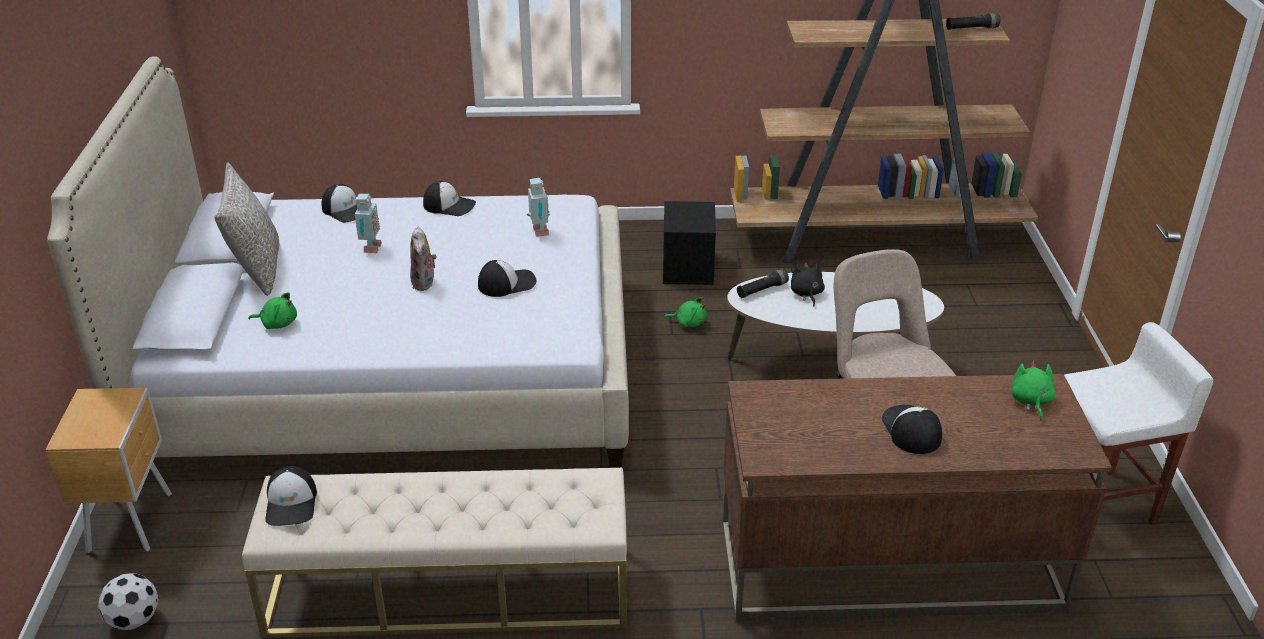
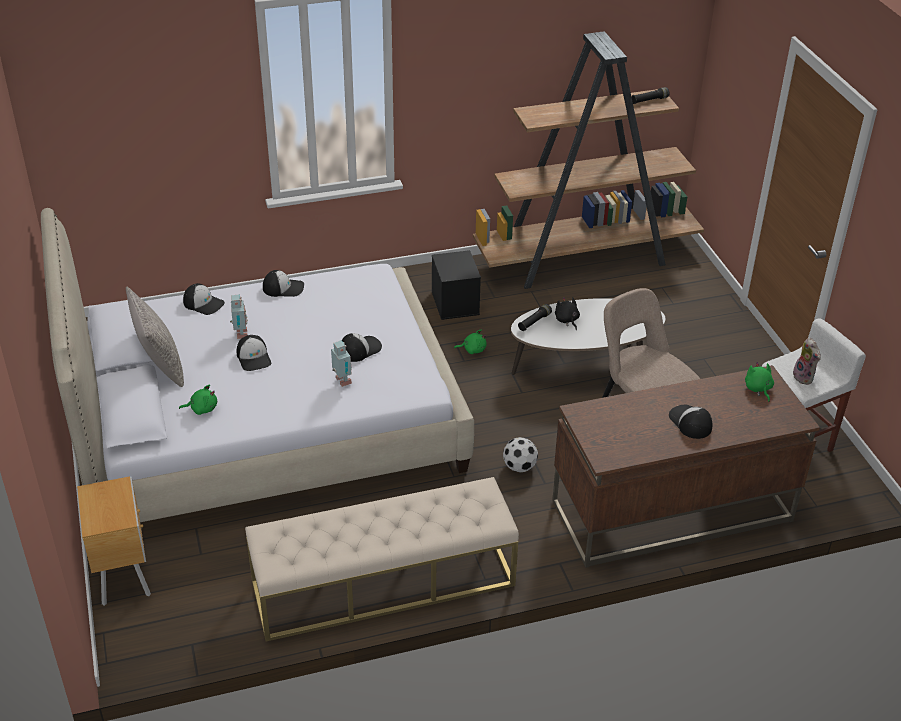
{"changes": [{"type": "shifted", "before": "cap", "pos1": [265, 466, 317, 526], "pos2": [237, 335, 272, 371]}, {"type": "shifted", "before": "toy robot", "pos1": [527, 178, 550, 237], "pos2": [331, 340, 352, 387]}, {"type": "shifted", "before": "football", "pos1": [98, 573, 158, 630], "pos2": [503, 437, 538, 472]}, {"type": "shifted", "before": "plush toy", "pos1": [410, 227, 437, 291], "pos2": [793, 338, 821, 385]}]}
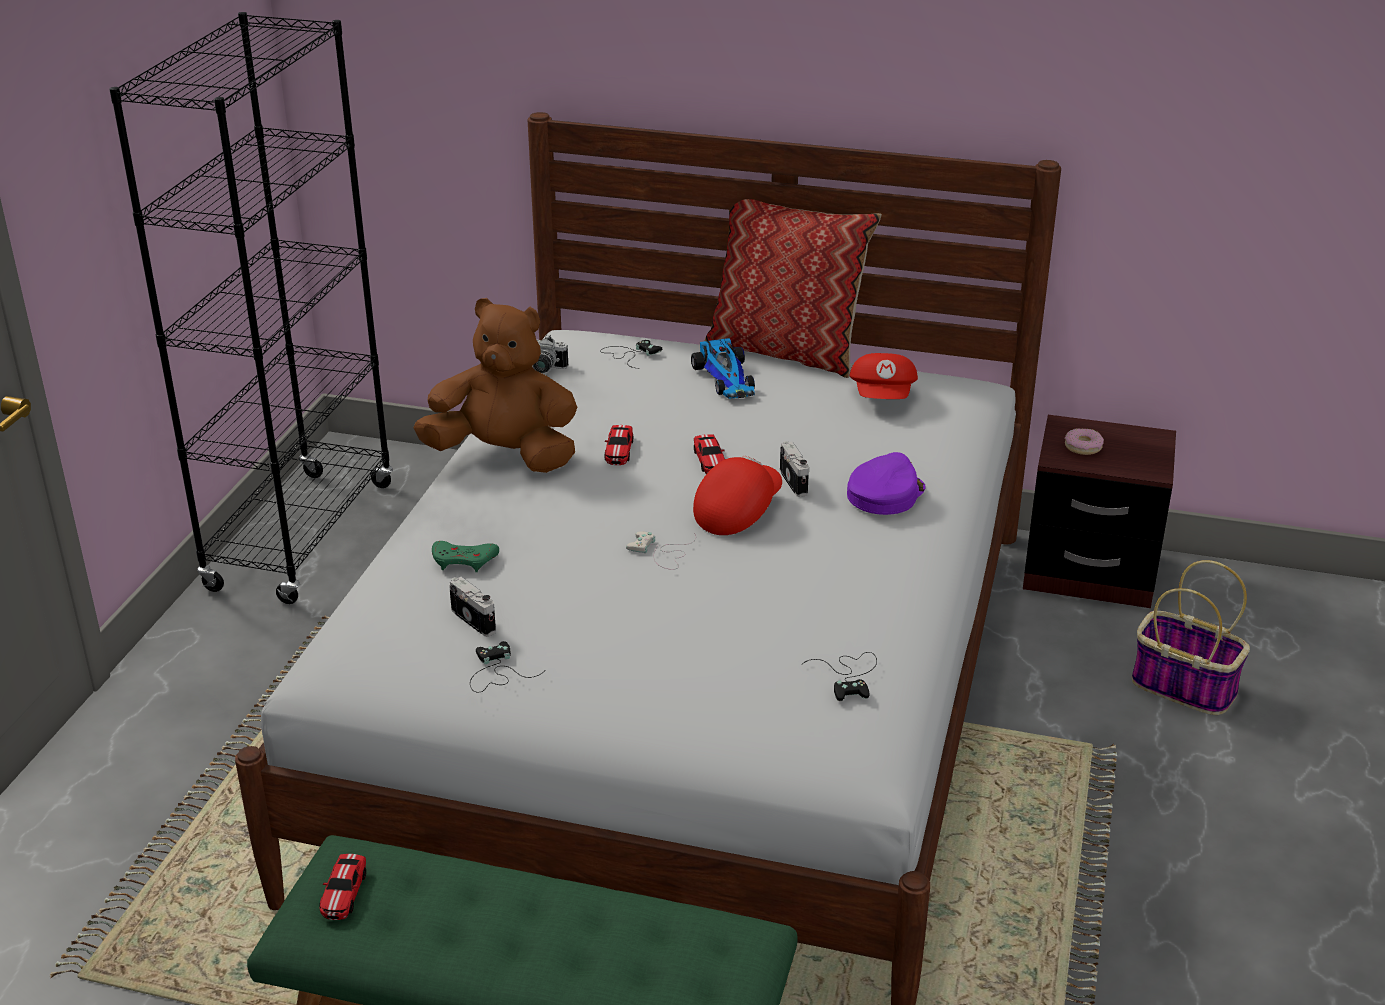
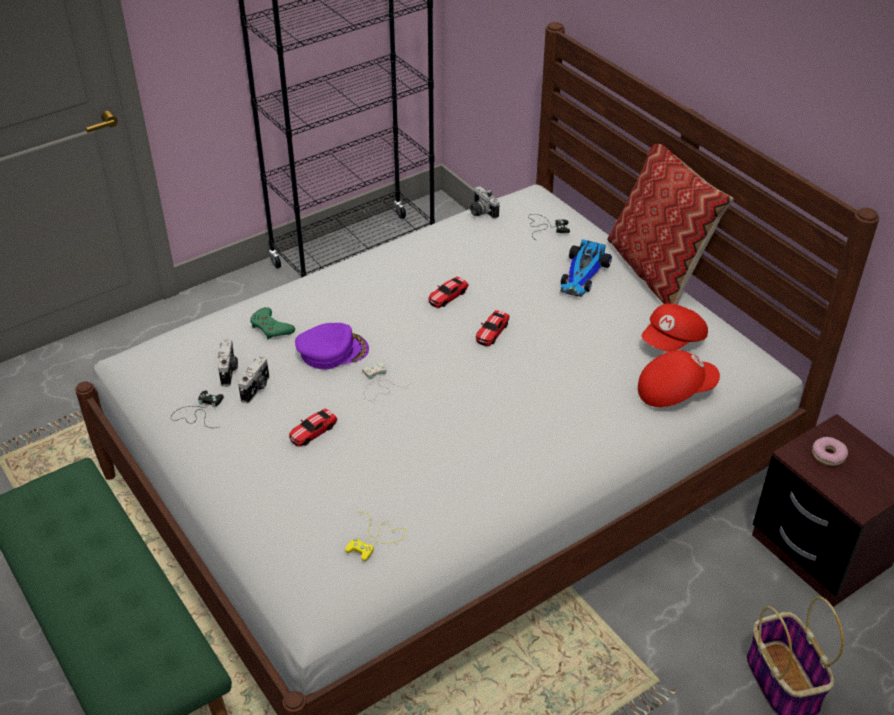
{"changes": [{"type": "shifted", "before": "photo camera", "pos1": [780, 441, 809, 497], "pos2": [238, 356, 269, 404]}, {"type": "shifted", "before": "toy car", "pos1": [319, 854, 366, 920], "pos2": [289, 409, 337, 447]}, {"type": "shifted", "before": "cap in purple", "pos1": [847, 452, 926, 515], "pos2": [295, 323, 369, 369]}, {"type": "repainted", "before": "game controller in black", "after": "game controller in yellow", "pos1": [801, 652, 877, 701], "pos2": [345, 512, 406, 561]}, {"type": "shifted", "before": "cap in red", "pos1": [693, 456, 782, 535], "pos2": [638, 350, 720, 407]}, {"type": "gone", "before": "plush toy in brown", "pos1": [413, 298, 577, 473]}]}
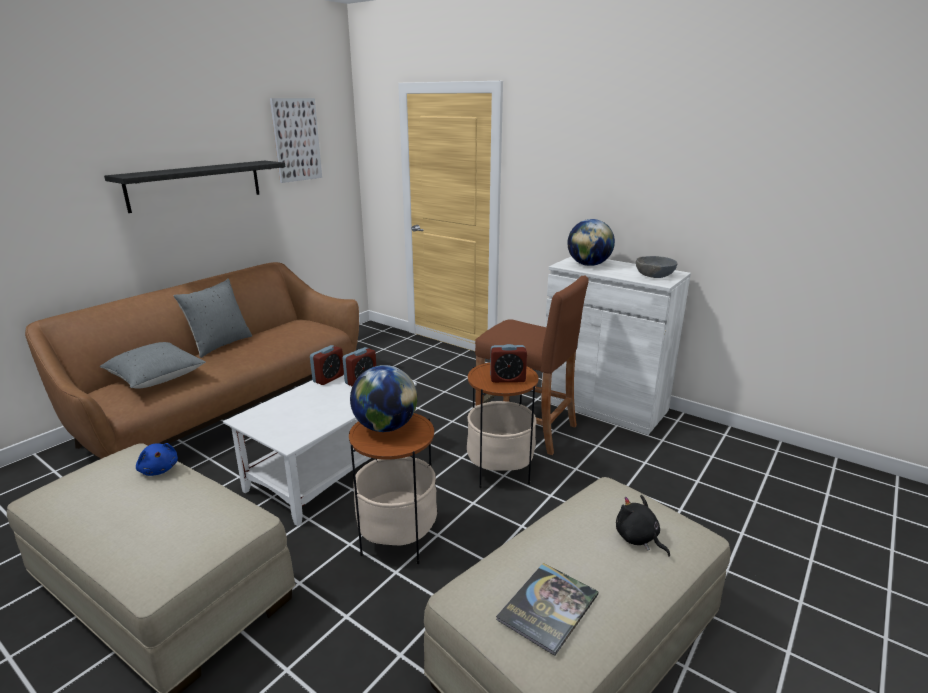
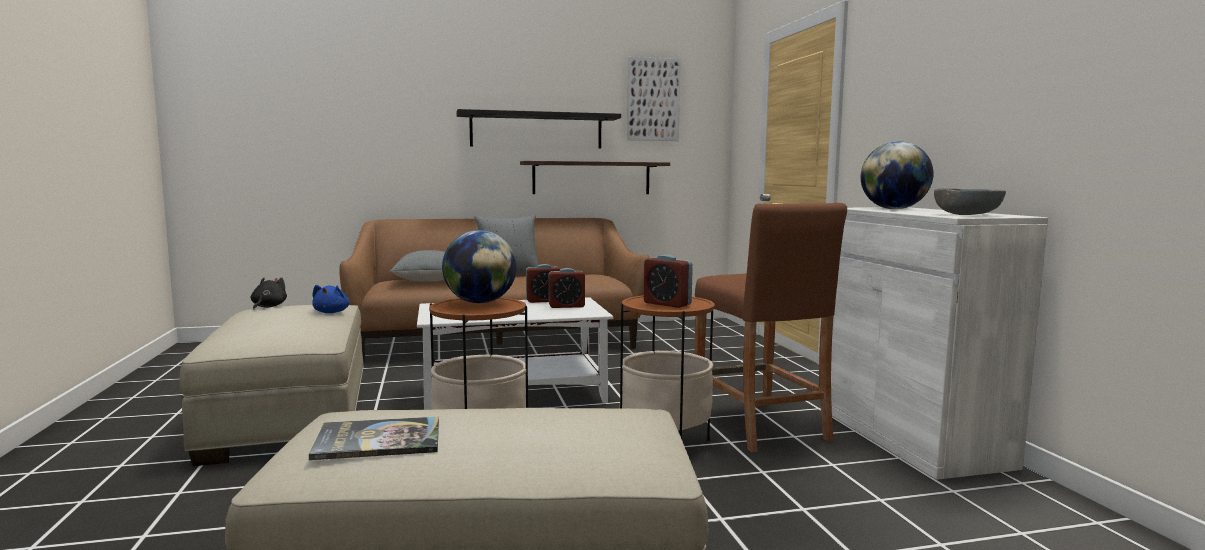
{"changes": [{"type": "shifted", "before": "plush toy in black", "pos1": [616, 495, 670, 557], "pos2": [251, 278, 287, 309]}, {"type": "new", "after": "shelf", "pos2": [520, 161, 670, 194]}]}
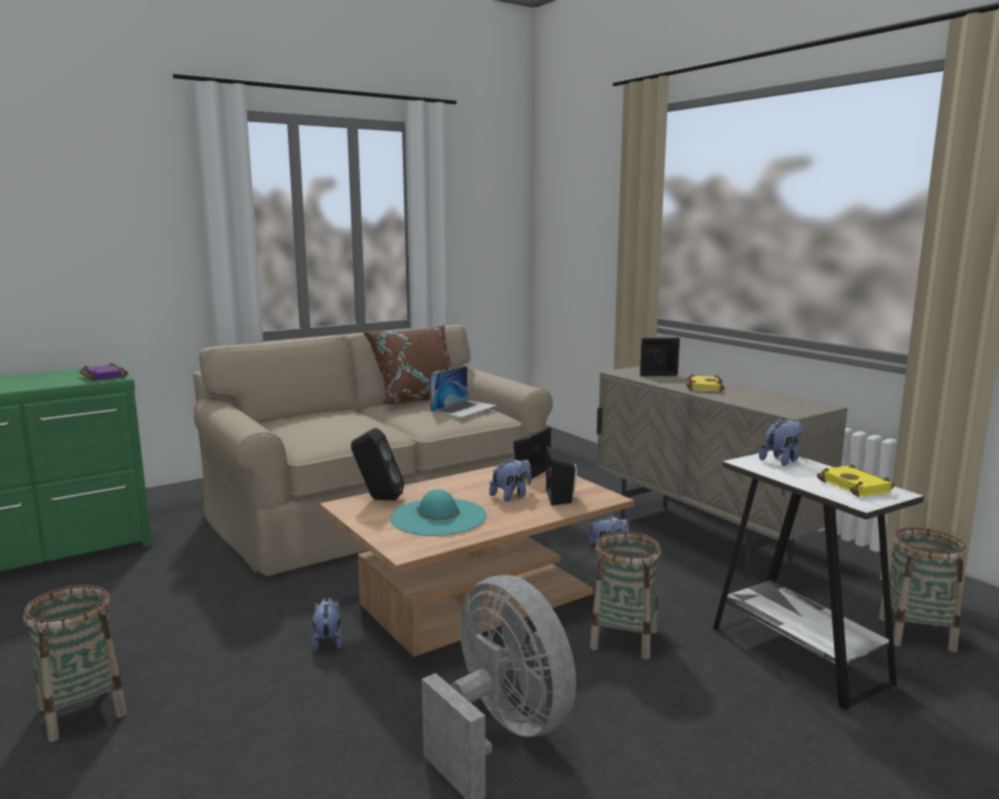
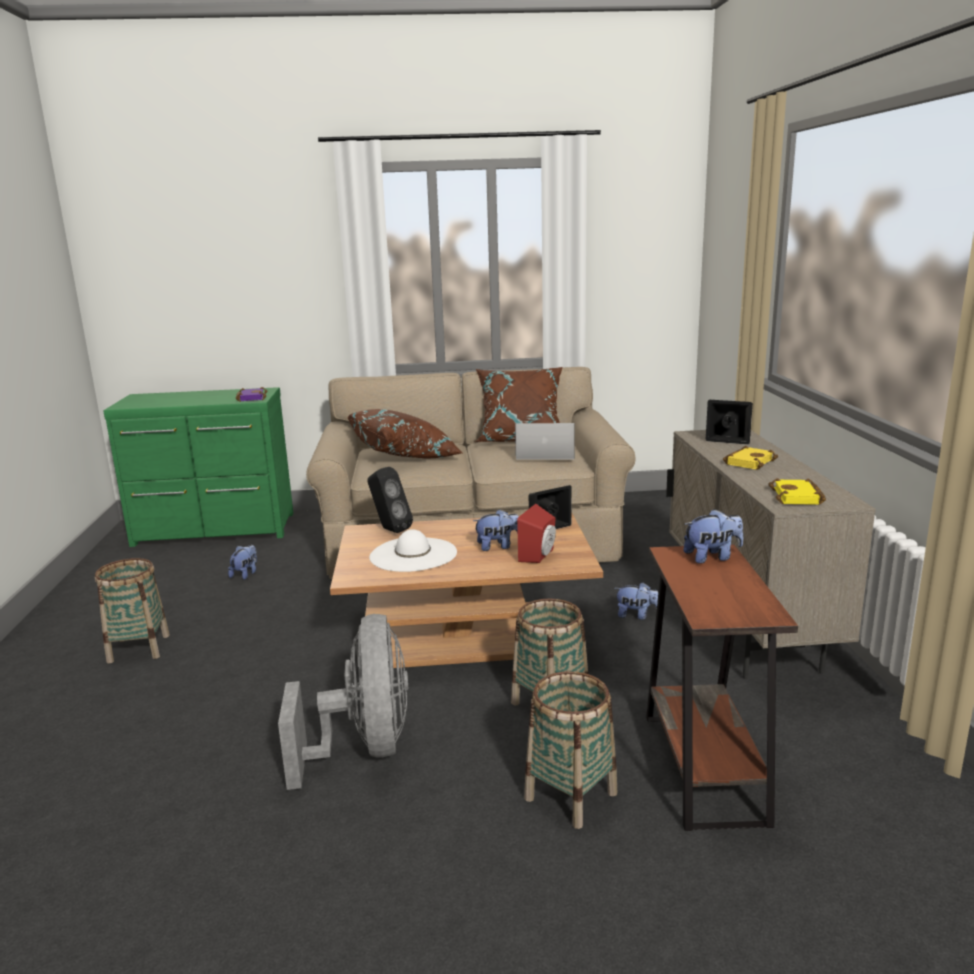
{"changes": [{"type": "shifted", "before": "plush toy", "pos1": [312, 597, 343, 652], "pos2": [228, 545, 257, 580]}, {"type": "new", "after": "pillow in brown", "pos2": [347, 409, 462, 458]}, {"type": "repainted", "before": "hat in turquoise", "after": "hat in white", "pos1": [390, 489, 487, 536], "pos2": [369, 529, 457, 572]}, {"type": "rotated", "before": "laptop", "pos1": [430, 366, 497, 418], "pos2": [515, 423, 575, 460], "turn": -150}, {"type": "repainted", "before": "speaker in black", "after": "speaker in red", "pos1": [546, 446, 577, 505], "pos2": [517, 504, 556, 563]}, {"type": "shifted", "before": "basket", "pos1": [879, 527, 966, 652], "pos2": [524, 671, 617, 829]}, {"type": "repainted", "before": "side table in white", "after": "side table in brown", "pos1": [713, 450, 924, 710], "pos2": [646, 544, 798, 831]}, {"type": "shifted", "before": "book in yellow", "pos1": [817, 464, 895, 497], "pos2": [768, 478, 826, 505]}]}
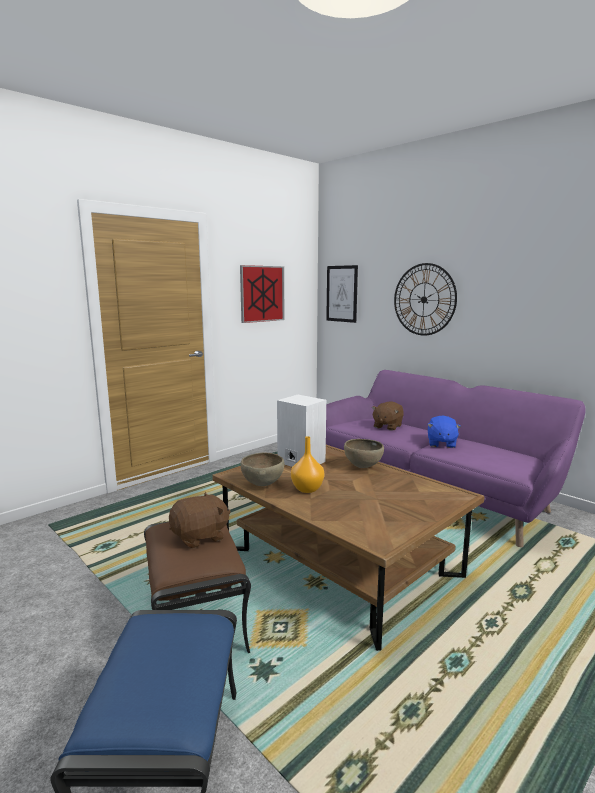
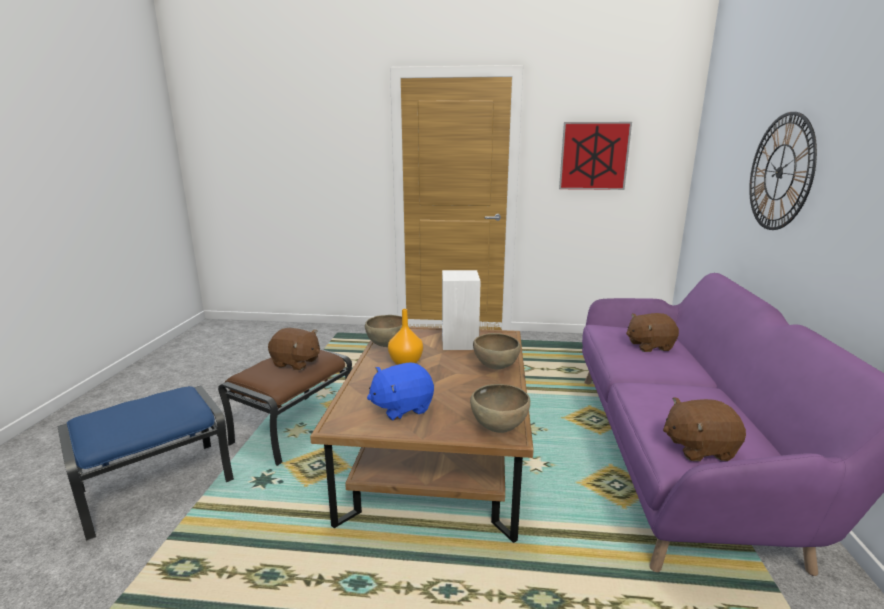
{"changes": [{"type": "shifted", "before": "plush toy in blue", "pos1": [427, 416, 461, 448], "pos2": [367, 363, 434, 421]}, {"type": "new", "after": "bowl in brown", "pos2": [470, 384, 530, 433]}, {"type": "new", "after": "plush toy in brown", "pos2": [663, 397, 746, 461]}, {"type": "gone", "before": "picture", "pos1": [326, 265, 358, 323]}]}
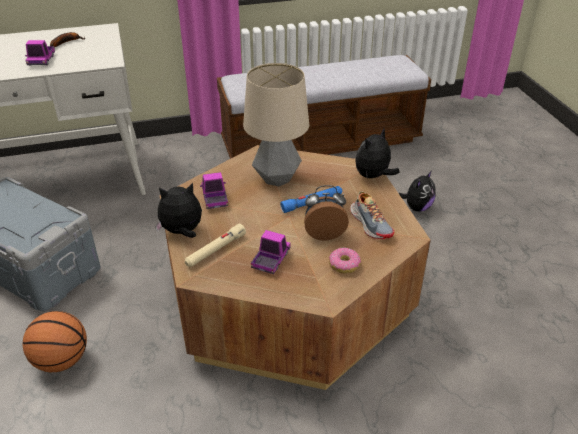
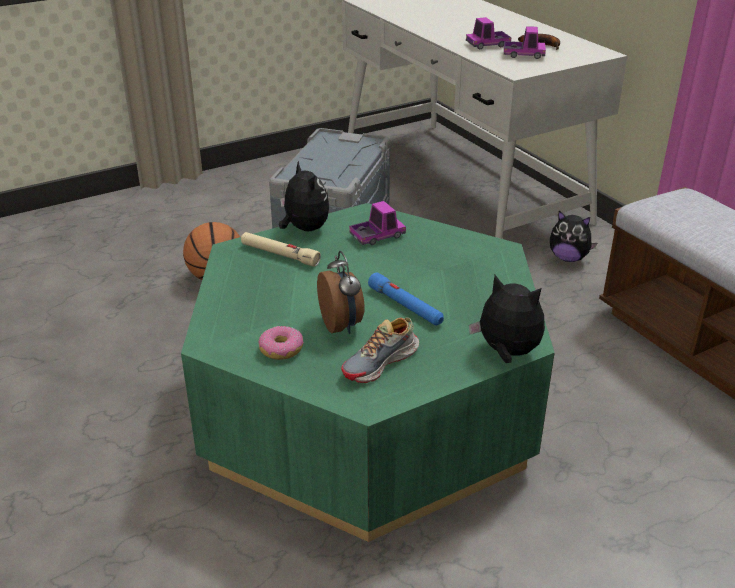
{"changes": [{"type": "repainted", "before": "coffee table in brown", "after": "coffee table in green", "pos1": [160, 145, 431, 390], "pos2": [181, 203, 555, 542]}, {"type": "shifted", "before": "toy truck", "pos1": [251, 230, 290, 274], "pos2": [504, 26, 546, 59]}, {"type": "shifted", "before": "plush toy", "pos1": [399, 171, 436, 212], "pos2": [550, 211, 597, 262]}, {"type": "gone", "before": "table lamp", "pos1": [243, 63, 309, 187]}]}
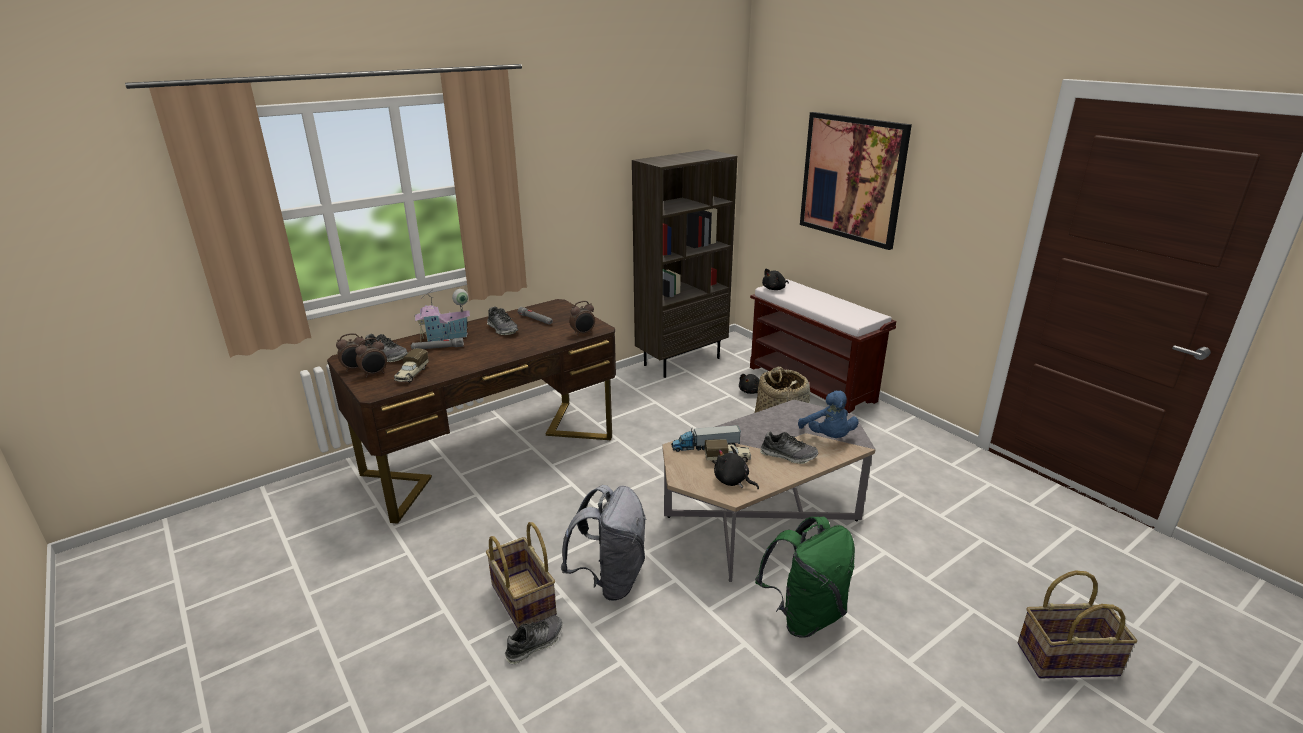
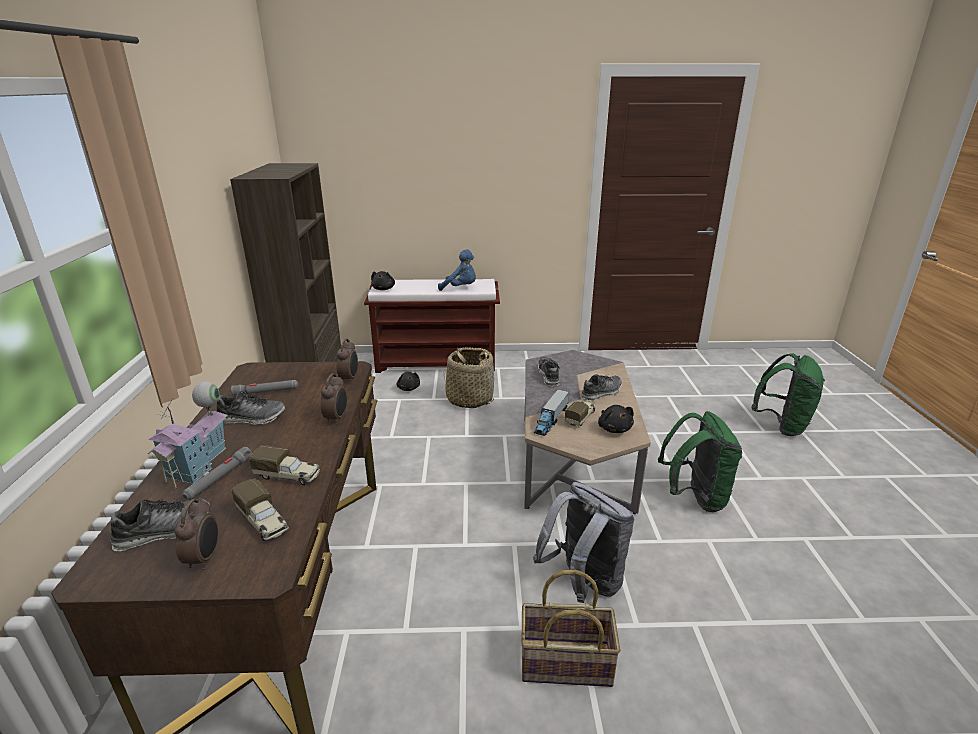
{"changes": [{"type": "new", "after": "toy truck", "pos2": [249, 445, 320, 486]}, {"type": "shifted", "before": "alarm clock", "pos1": [336, 333, 366, 372], "pos2": [321, 373, 347, 424]}, {"type": "shifted", "before": "plush toy in blue", "pos1": [798, 391, 859, 438], "pos2": [438, 249, 476, 291]}, {"type": "shifted", "before": "shoe", "pos1": [505, 615, 563, 664], "pos2": [538, 357, 560, 386]}, {"type": "rotated", "before": "plush toy in black", "pos1": [714, 446, 759, 489], "pos2": [598, 405, 634, 433], "turn": -90}, {"type": "swapped", "before": "basket", "after": "backpack in green", "pos1": [1018, 570, 1137, 678], "pos2": [752, 354, 825, 436]}, {"type": "gone", "before": "picture", "pos1": [800, 112, 912, 250]}]}
